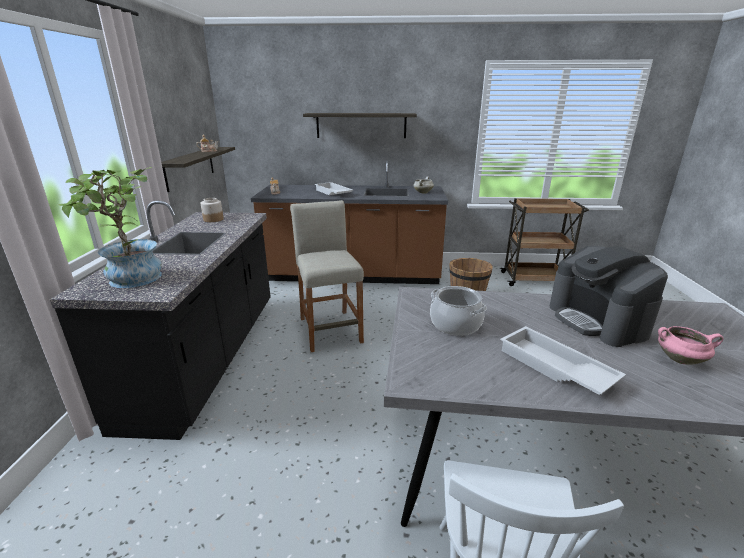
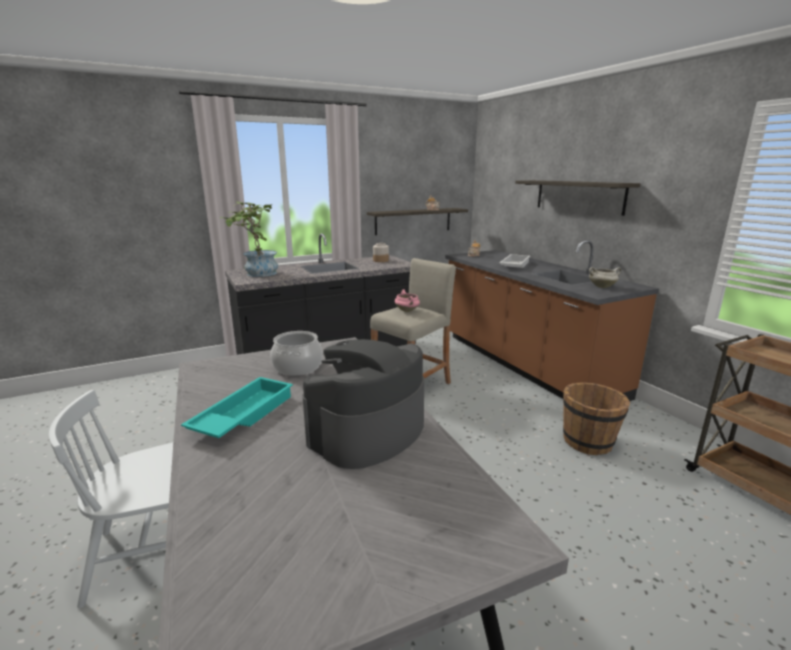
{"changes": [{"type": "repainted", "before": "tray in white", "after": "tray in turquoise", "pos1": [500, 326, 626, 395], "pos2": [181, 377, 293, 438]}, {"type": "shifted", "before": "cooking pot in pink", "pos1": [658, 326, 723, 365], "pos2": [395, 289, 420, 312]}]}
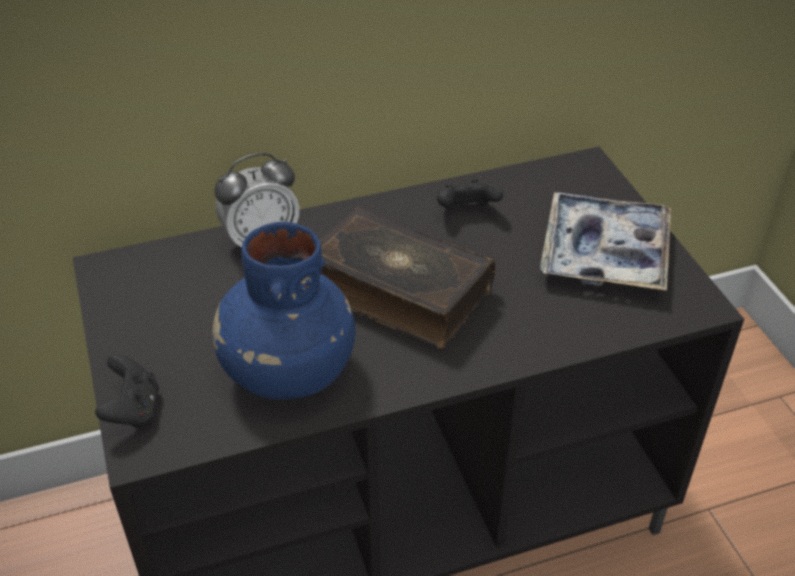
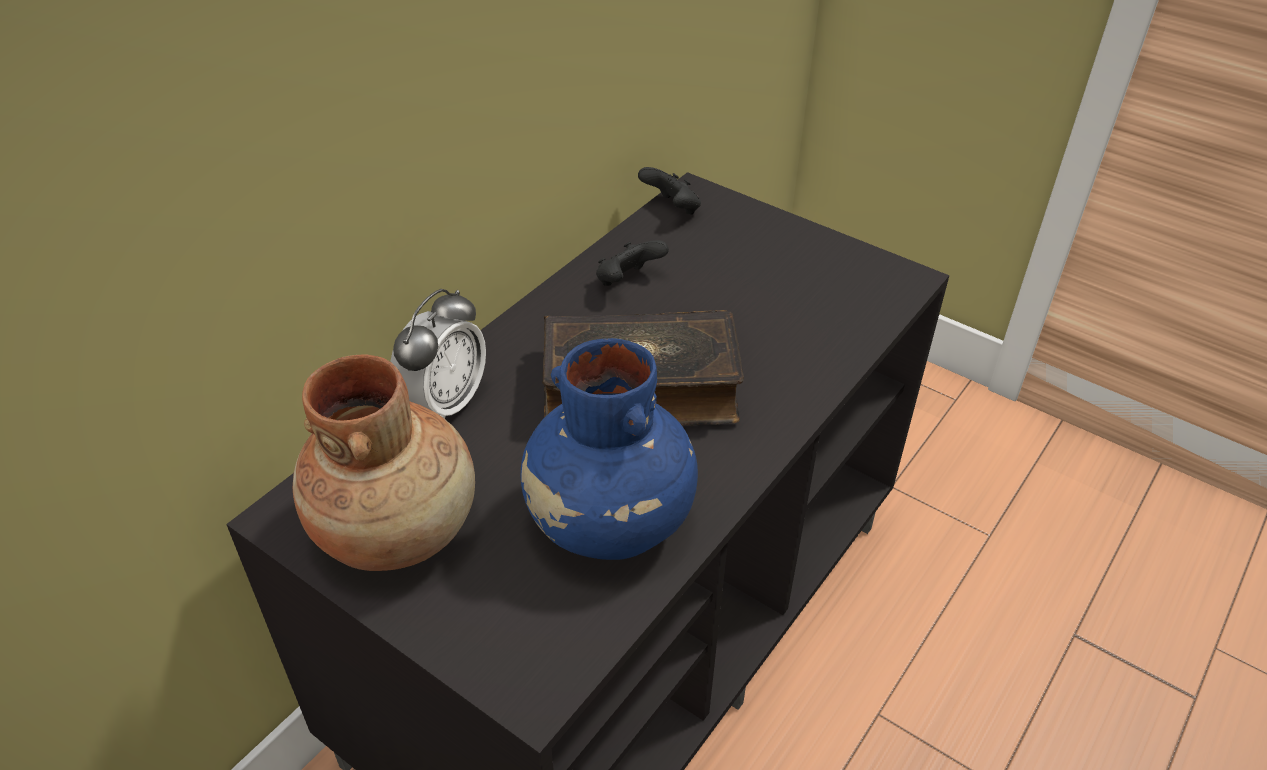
{"changes": [{"type": "new", "after": "vase in brown", "pos2": [293, 354, 475, 571]}, {"type": "shifted", "before": "game controller in black", "pos1": [95, 354, 159, 428], "pos2": [638, 167, 701, 215]}, {"type": "gone", "before": "tray", "pos1": [540, 192, 671, 291]}]}
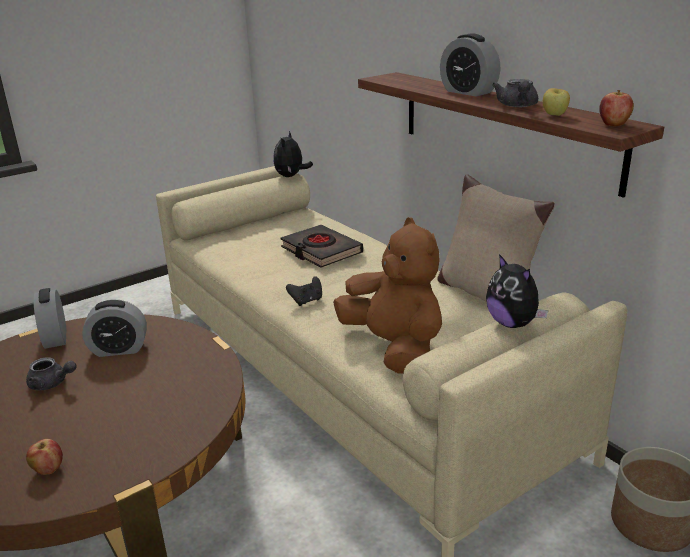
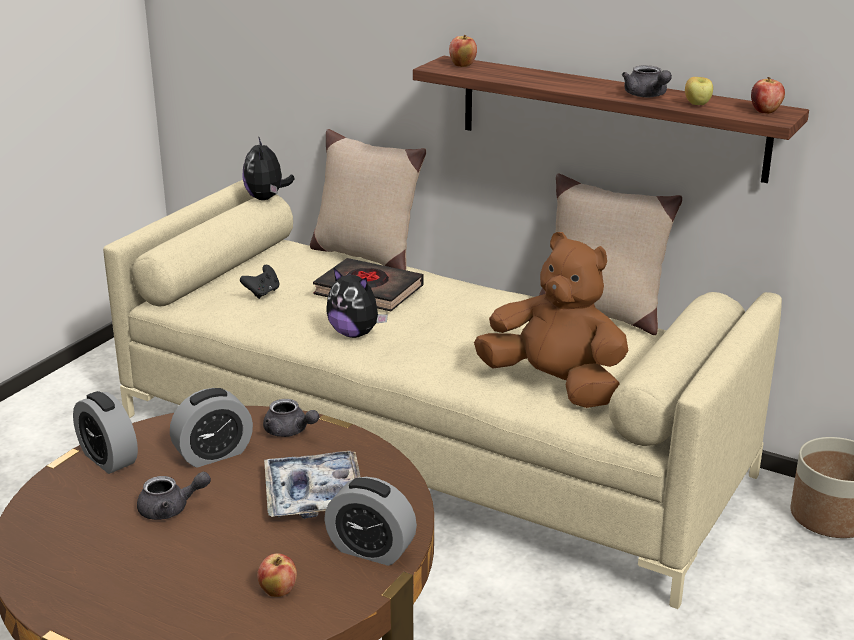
{"changes": [{"type": "shifted", "before": "game controller in black", "pos1": [286, 276, 322, 306], "pos2": [240, 265, 279, 299]}, {"type": "new", "after": "teapot in grey", "pos2": [263, 399, 319, 437]}, {"type": "new", "after": "tray", "pos2": [264, 451, 360, 519]}, {"type": "new", "after": "pillow in beige", "pos2": [310, 129, 426, 270]}, {"type": "shifted", "before": "alarm clock", "pos1": [440, 33, 500, 97], "pos2": [324, 477, 417, 566]}, {"type": "shifted", "before": "plush toy", "pos1": [486, 254, 548, 328], "pos2": [326, 267, 388, 338]}, {"type": "new", "after": "apple", "pos2": [449, 35, 477, 67]}]}
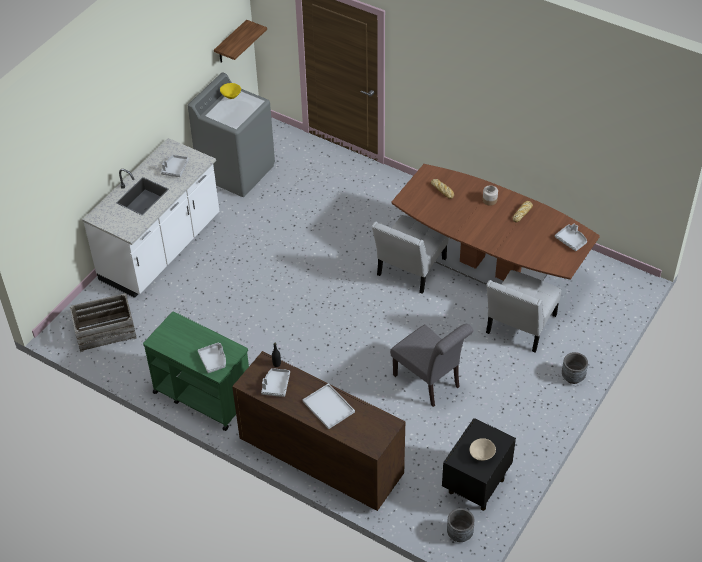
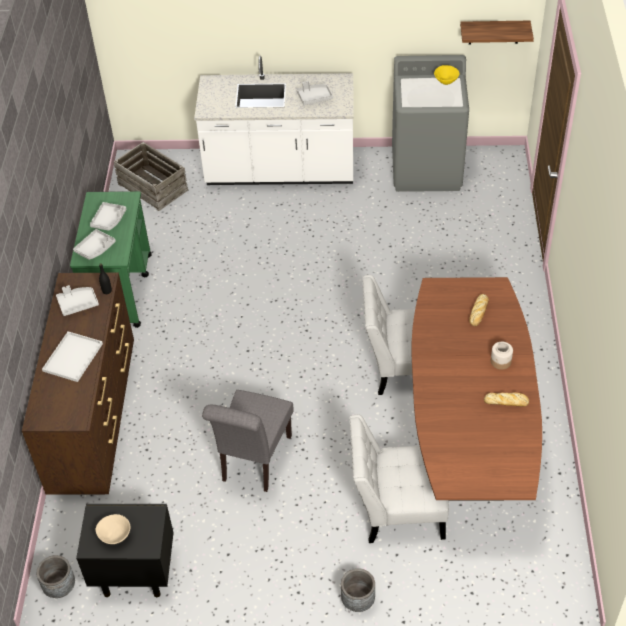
{"changes": [{"type": "shifted", "before": "tray in grey", "pos1": [555, 223, 587, 251], "pos2": [90, 202, 126, 231]}]}
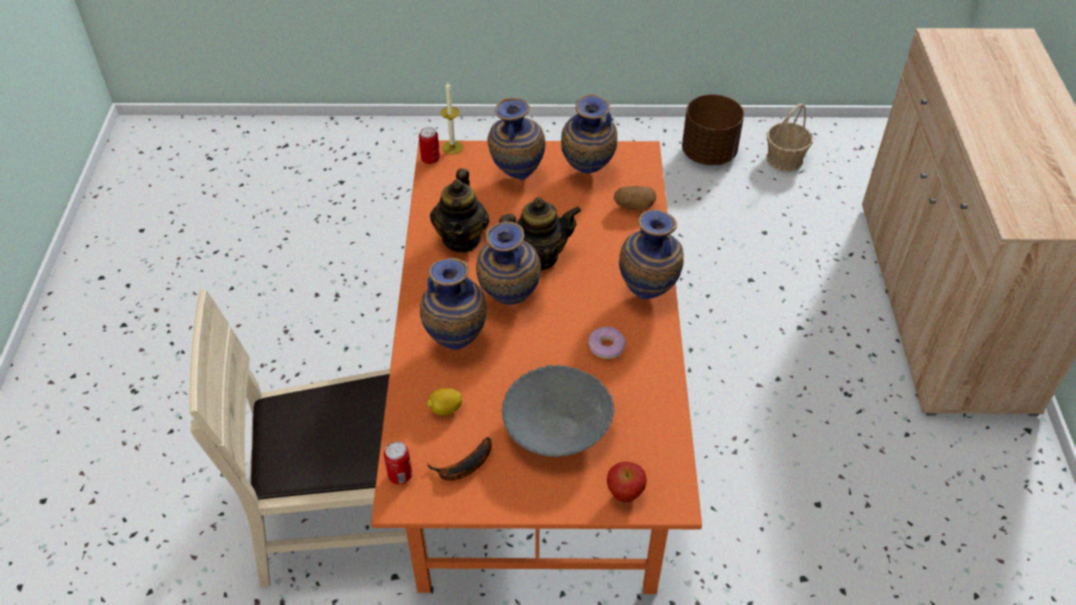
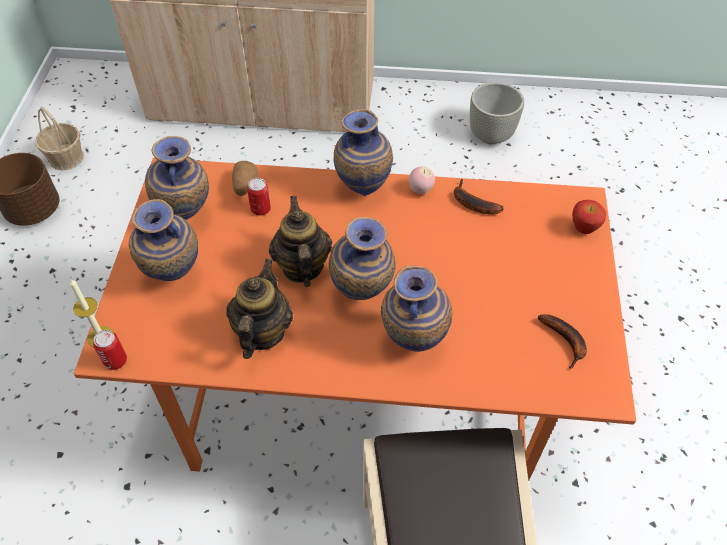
{"changes": [{"type": "rotated", "before": "teapot", "pos1": [430, 169, 489, 253], "pos2": [226, 259, 293, 359], "turn": -90}, {"type": "shifted", "before": "can", "pos1": [384, 441, 412, 484], "pos2": [247, 178, 271, 216]}, {"type": "new", "after": "apple", "pos2": [409, 167, 435, 194]}, {"type": "new", "after": "banana", "pos2": [454, 179, 504, 215]}, {"type": "new", "after": "planter in grey", "pos2": [470, 82, 524, 144]}, {"type": "gone", "before": "lemon", "pos1": [427, 388, 462, 415]}, {"type": "gone", "before": "bowl in grey", "pos1": [502, 365, 614, 457]}, {"type": "gone", "before": "donut", "pos1": [588, 327, 626, 359]}]}
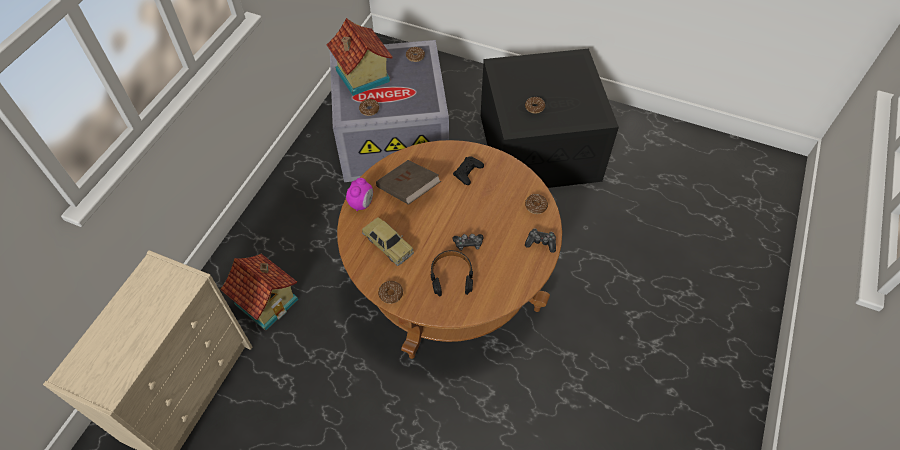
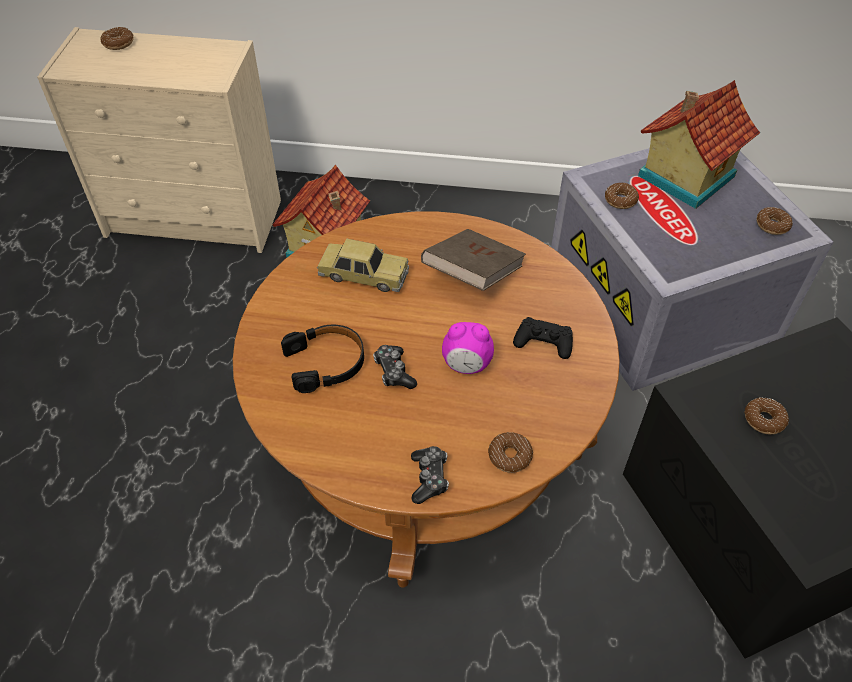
{"changes": [{"type": "shifted", "before": "donut", "pos1": [378, 281, 403, 304], "pos2": [100, 27, 134, 50]}, {"type": "rotated", "before": "toy car", "pos1": [362, 217, 414, 266], "pos2": [317, 239, 409, 292], "turn": -105}, {"type": "shifted", "before": "alarm clock", "pos1": [346, 178, 373, 211], "pos2": [442, 322, 494, 374]}]}
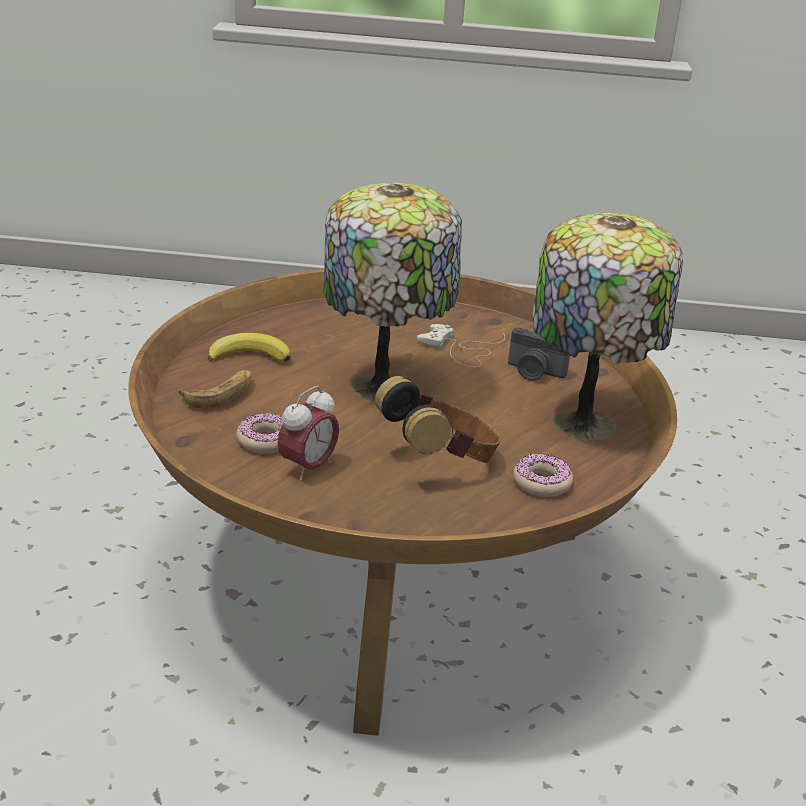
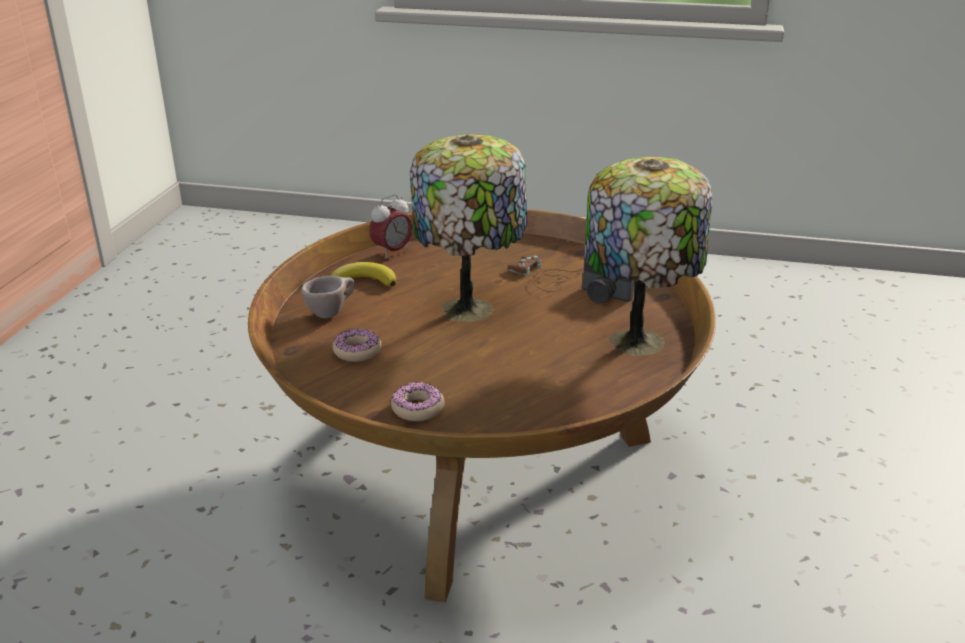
{"changes": [{"type": "swapped", "before": "banana", "after": "cup in beige", "pos1": [179, 370, 252, 409], "pos2": [301, 276, 355, 318]}, {"type": "shifted", "before": "alarm clock", "pos1": [277, 386, 339, 481], "pos2": [369, 194, 413, 259]}, {"type": "shifted", "before": "donut", "pos1": [513, 454, 573, 497], "pos2": [391, 382, 445, 421]}, {"type": "repainted", "before": "game controller in white", "after": "game controller in brown", "pos1": [416, 324, 505, 367], "pos2": [508, 255, 584, 292]}, {"type": "gone", "before": "headphones", "pos1": [375, 376, 500, 463]}]}
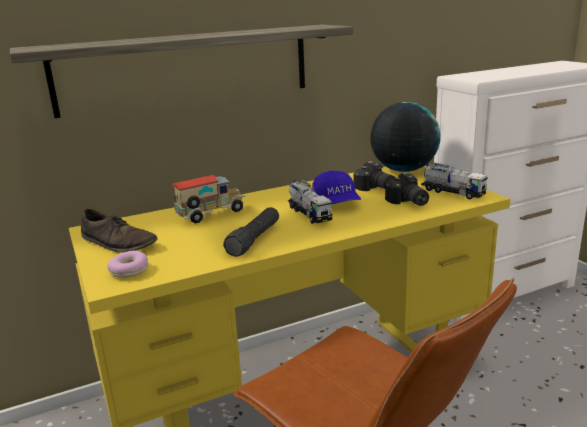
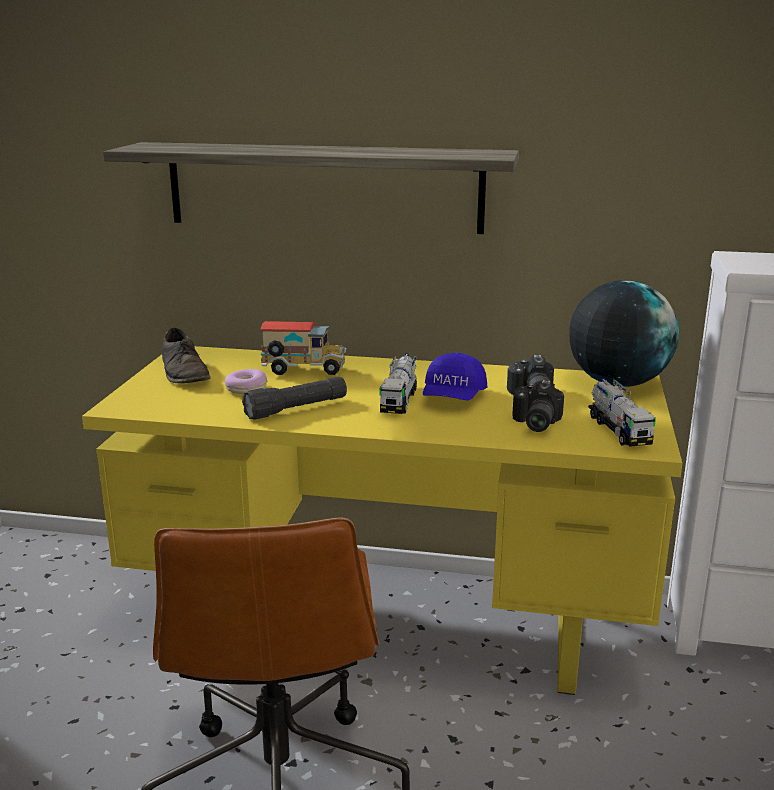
{"changes": [{"type": "shifted", "before": "donut", "pos1": [107, 250, 148, 278], "pos2": [225, 369, 267, 394]}]}
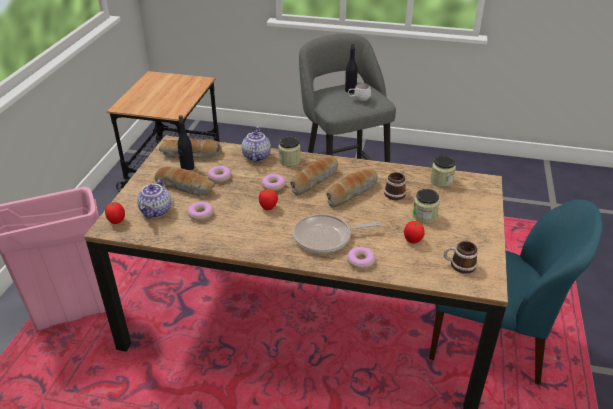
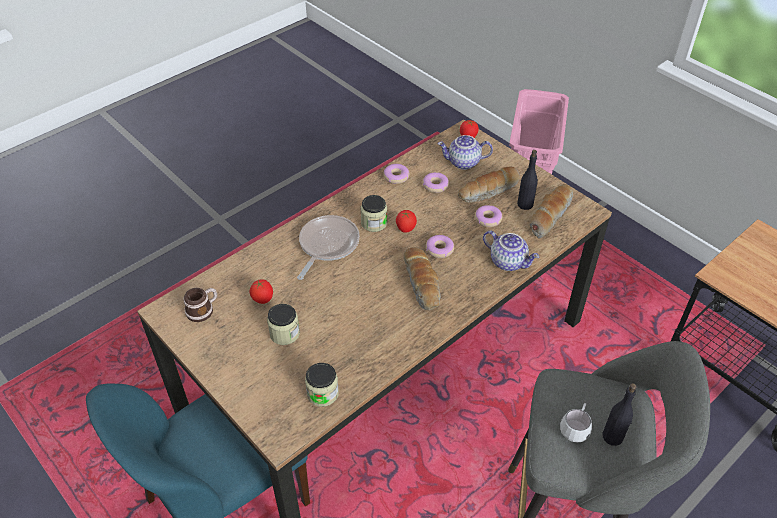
{"changes": [{"type": "shifted", "before": "jar", "pos1": [278, 136, 301, 166], "pos2": [361, 195, 387, 232]}, {"type": "shifted", "before": "donut", "pos1": [347, 247, 375, 269], "pos2": [383, 164, 409, 184]}, {"type": "rotated", "before": "teapot", "pos1": [137, 178, 171, 218], "pos2": [437, 135, 493, 170], "turn": -45}, {"type": "gone", "before": "bread", "pos1": [327, 169, 378, 208]}, {"type": "gone", "before": "mug", "pos1": [384, 172, 406, 200]}]}
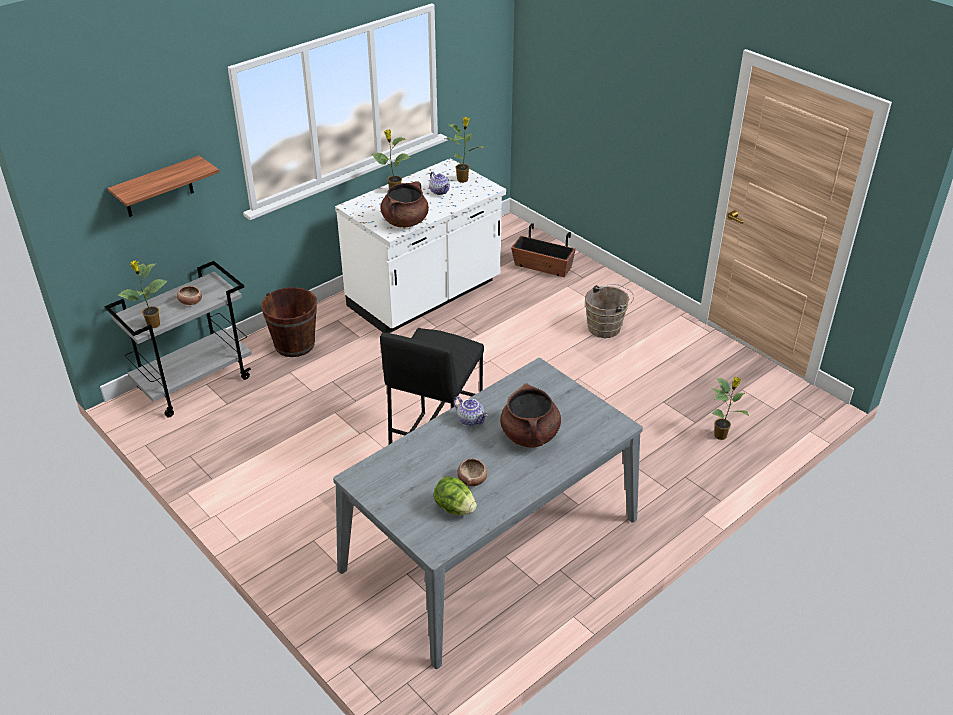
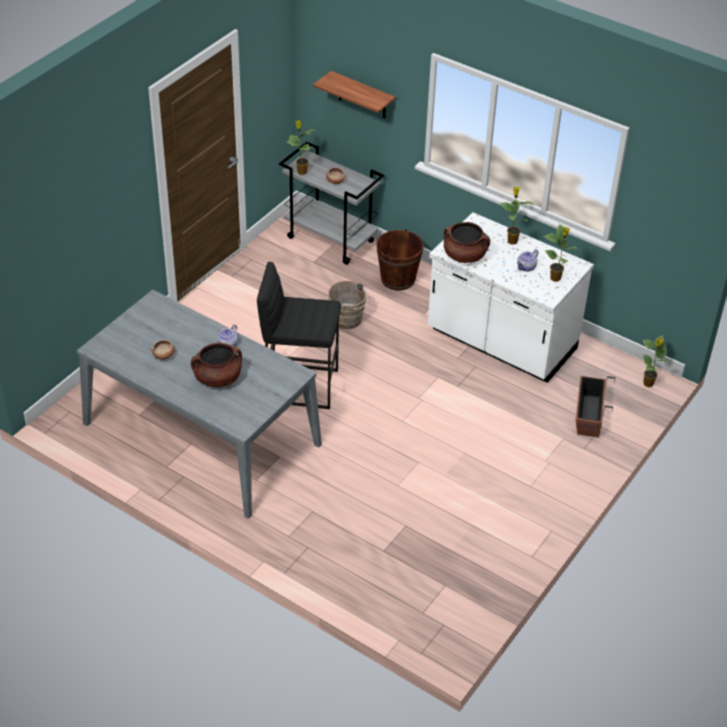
{"changes": [{"type": "shifted", "before": "bucket in brown", "pos1": [585, 284, 634, 338], "pos2": [328, 281, 370, 329]}, {"type": "shifted", "before": "potted plant", "pos1": [711, 377, 749, 440], "pos2": [643, 335, 669, 387]}, {"type": "gone", "before": "lettuce", "pos1": [434, 476, 477, 515]}]}
